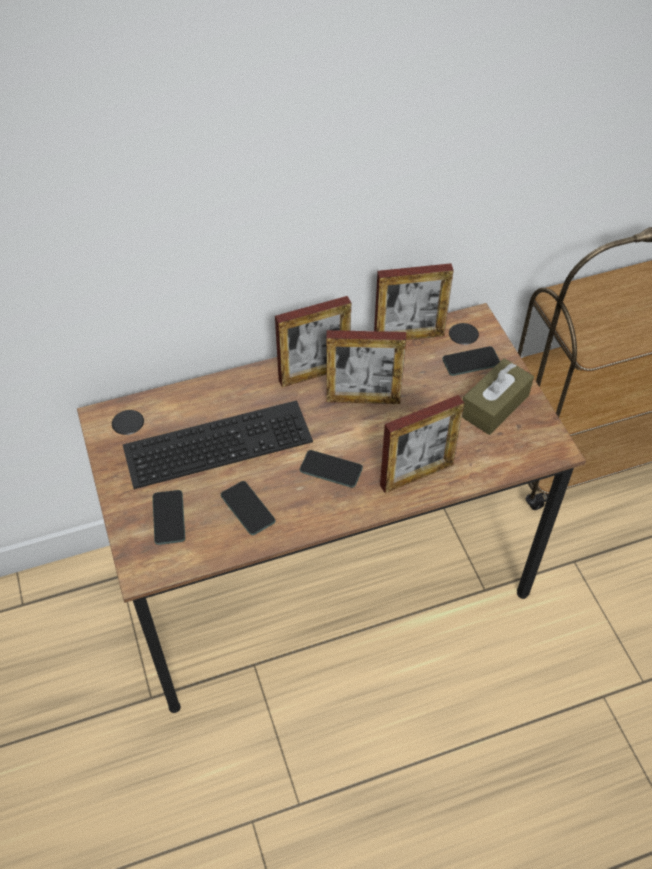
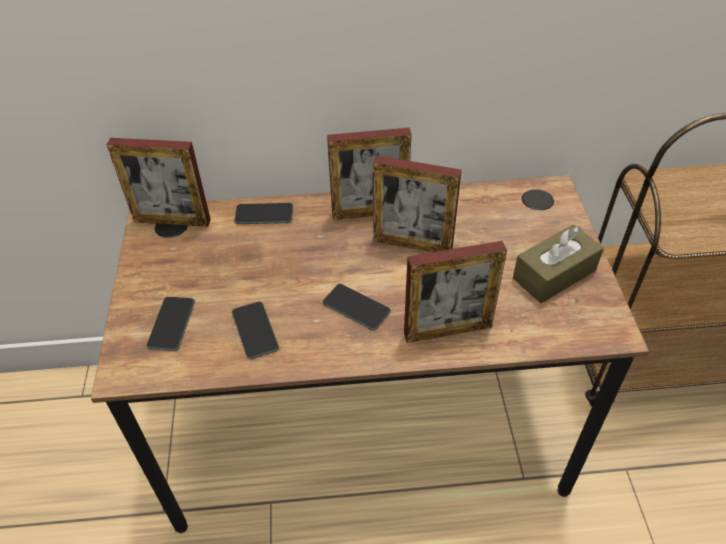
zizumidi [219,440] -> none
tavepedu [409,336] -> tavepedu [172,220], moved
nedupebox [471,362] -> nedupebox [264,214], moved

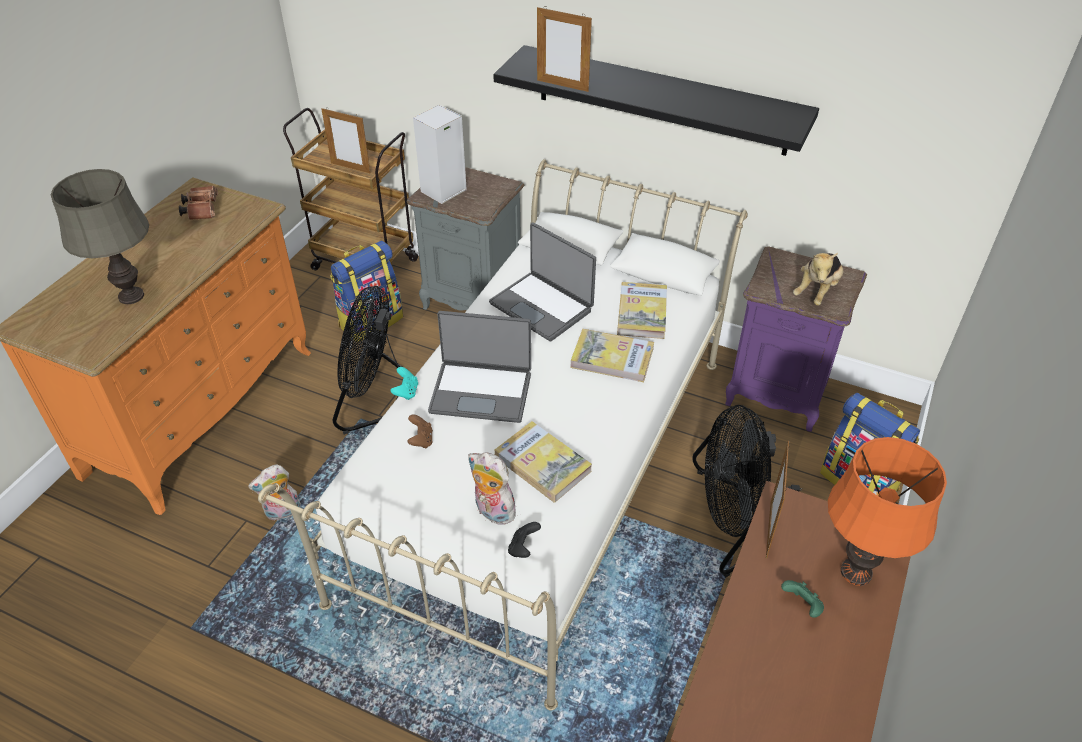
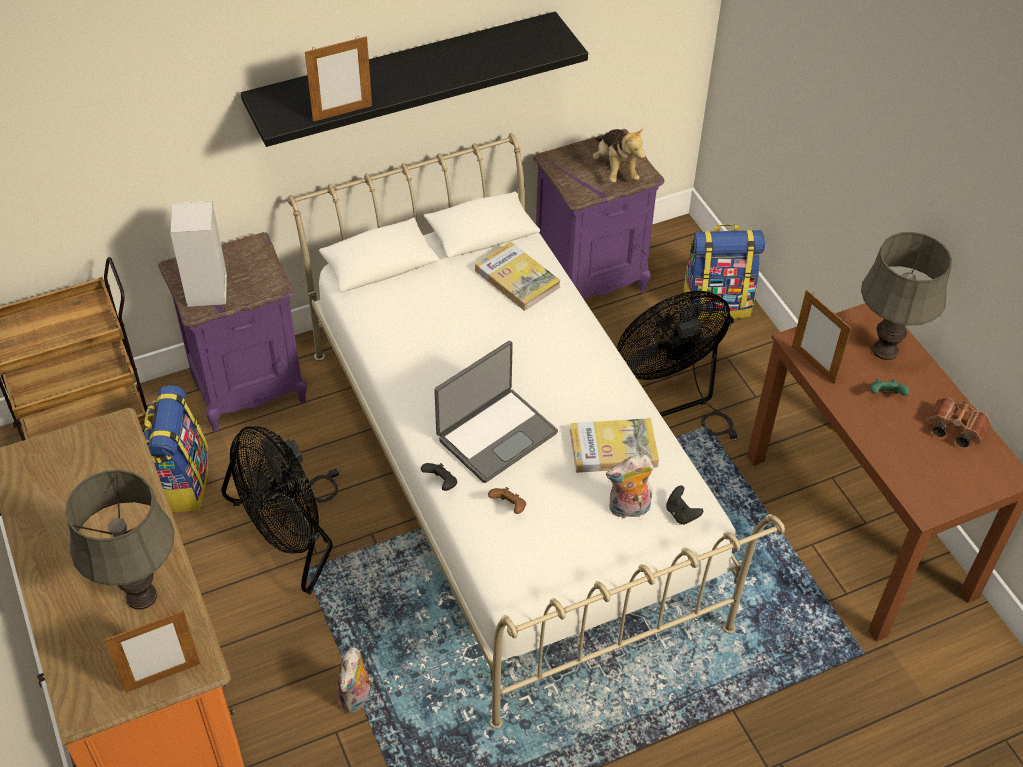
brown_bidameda [202,210] -> brown_bidameda [953,428], moved
tavepedu [350,168] -> tavepedu [162,677], moved
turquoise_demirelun [406,392] -> black_demirelun [441,483]
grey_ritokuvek [472,301] -> purple_ritokuvek [249,389]
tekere [542,306] -> none
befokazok [612,358] -> none
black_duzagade [736,516] -> black_duzagade [675,396], 120 degrees clockwise
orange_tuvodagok [855,572] -> grey_tuvodagok [884,350]

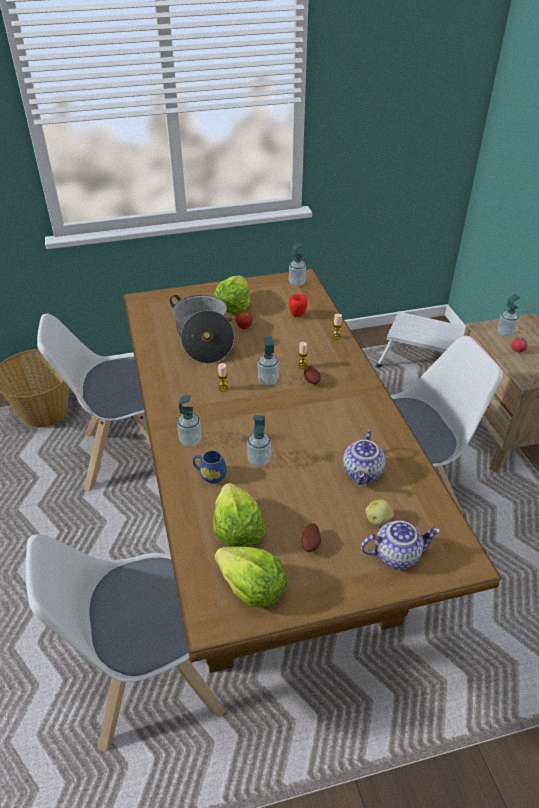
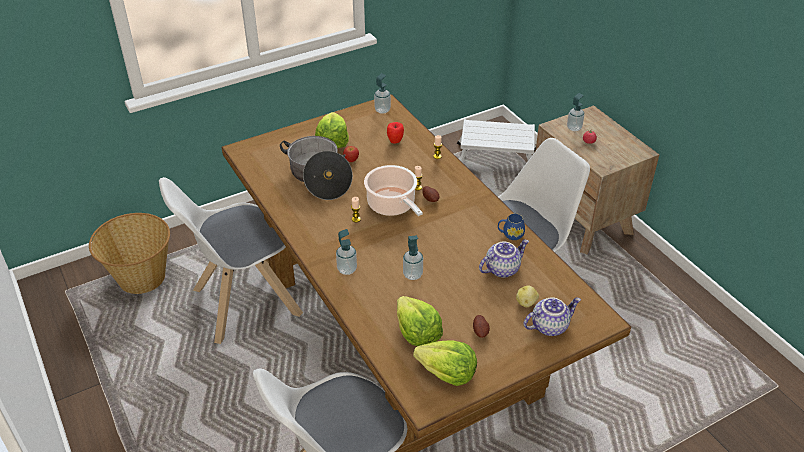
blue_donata [210,475] -> blue_donata [510,234], moved
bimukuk [268,380] -> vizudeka [392,205]
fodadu [363,473] -> fodadu [502,269], 120 degrees counterclockwise

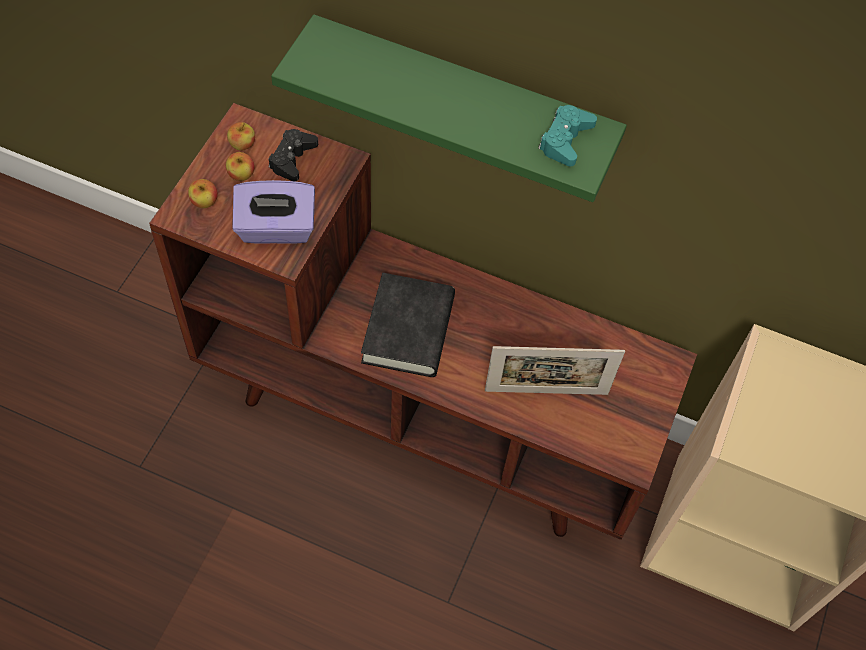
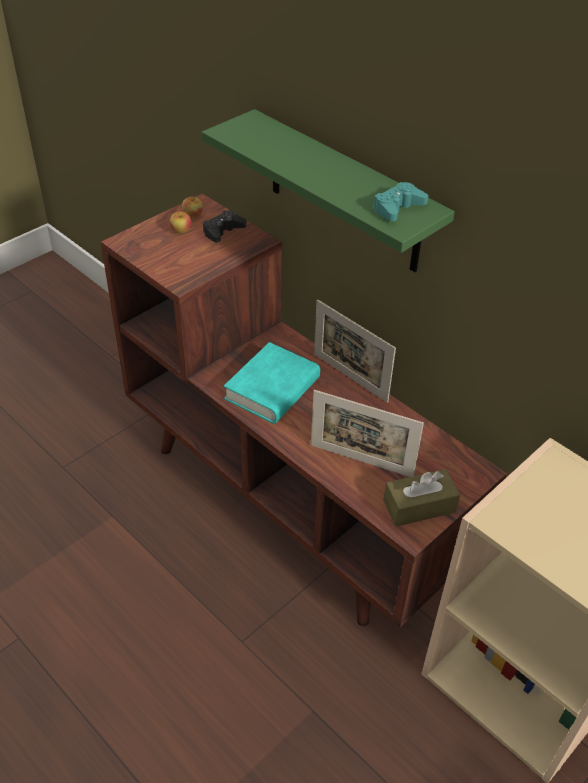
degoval [204,202] -> none
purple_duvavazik [276,229] -> none
black_befokazok [408,330] -> turquoise_befokazok [272,389]
none -> tavepedu [350,377]
none -> brown_duvavazik [419,506]

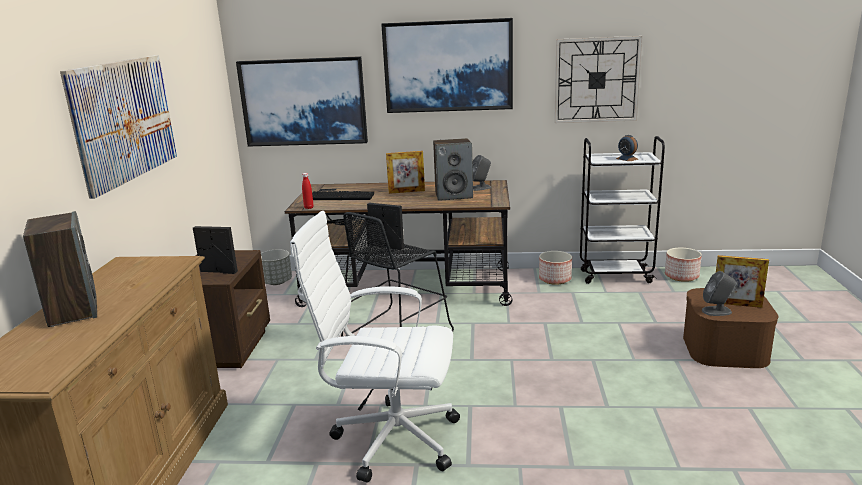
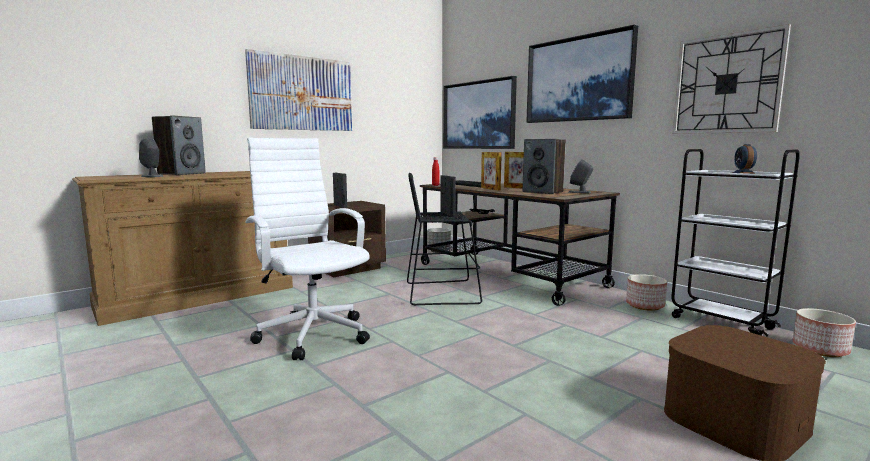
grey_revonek [717,311] -> grey_revonek [152,176], moved
tavepedu [736,304] -> tavepedu [490,189], moved

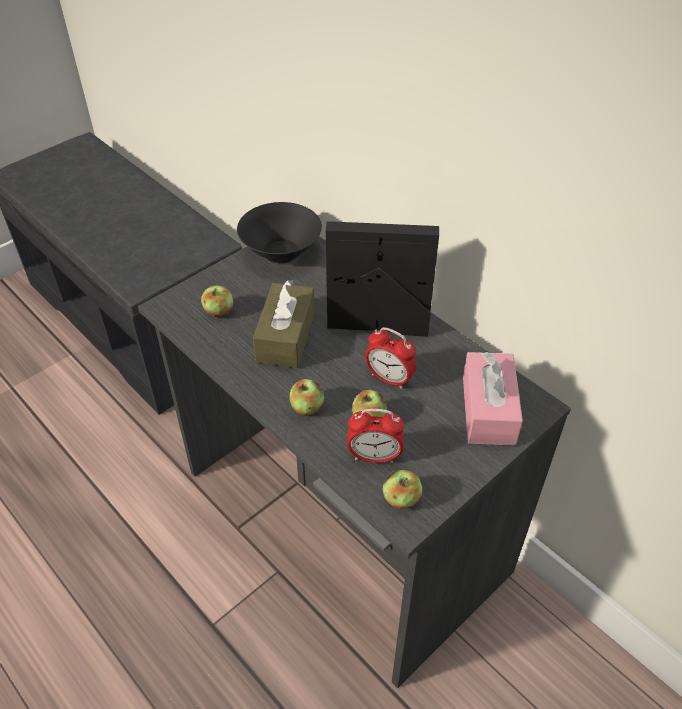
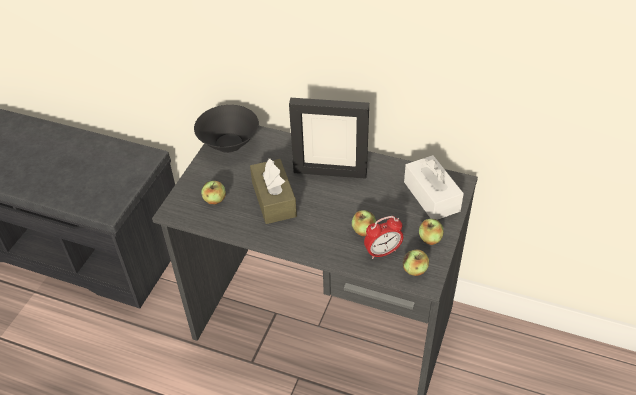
degoval [307,407] -> degoval [430,239], moved
tavepedu [377,327] -> tavepedu [330,171], 150 degrees counterclockwise
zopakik [389,379] -> none
pink_duvavazik [488,410] -> white_duvavazik [431,196]

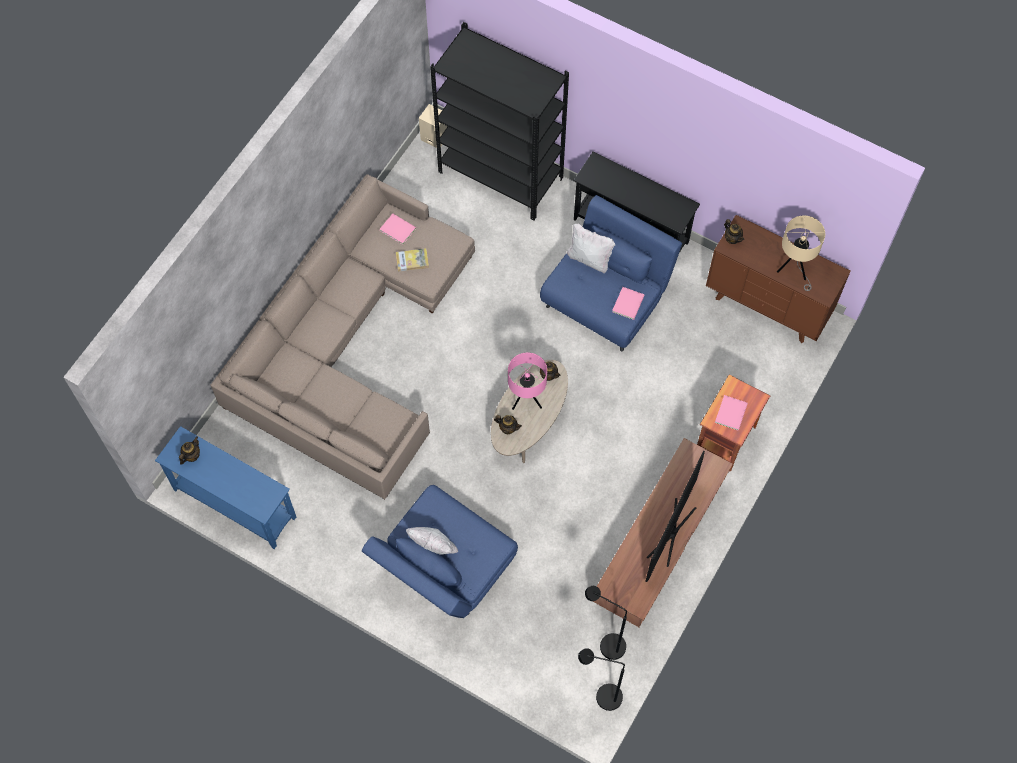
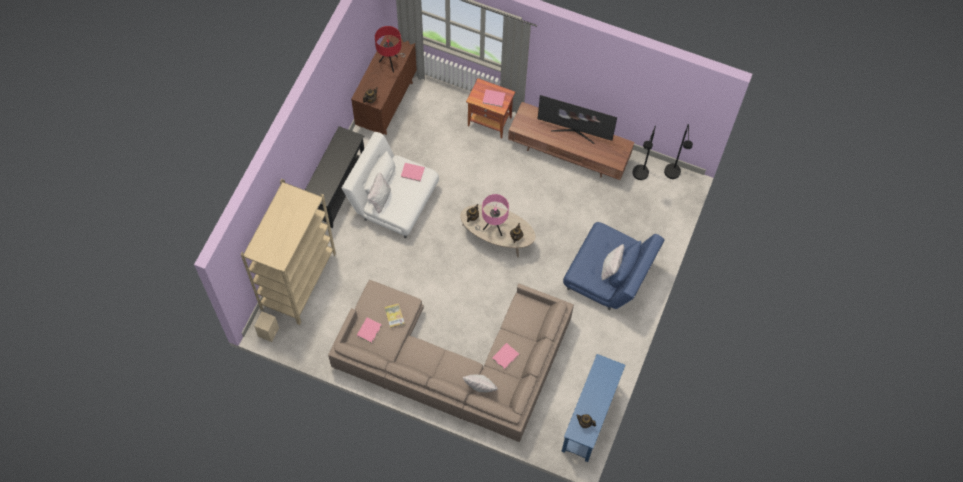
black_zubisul [500,175] -> beige_zubisul [298,281]
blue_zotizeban [606,297] -> white_zotizeban [393,200]
beige_tuvodagok [794,270] -> red_tuvodagok [391,63]
none -> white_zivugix [480,388]
none -> pink_befokazok [504,356]

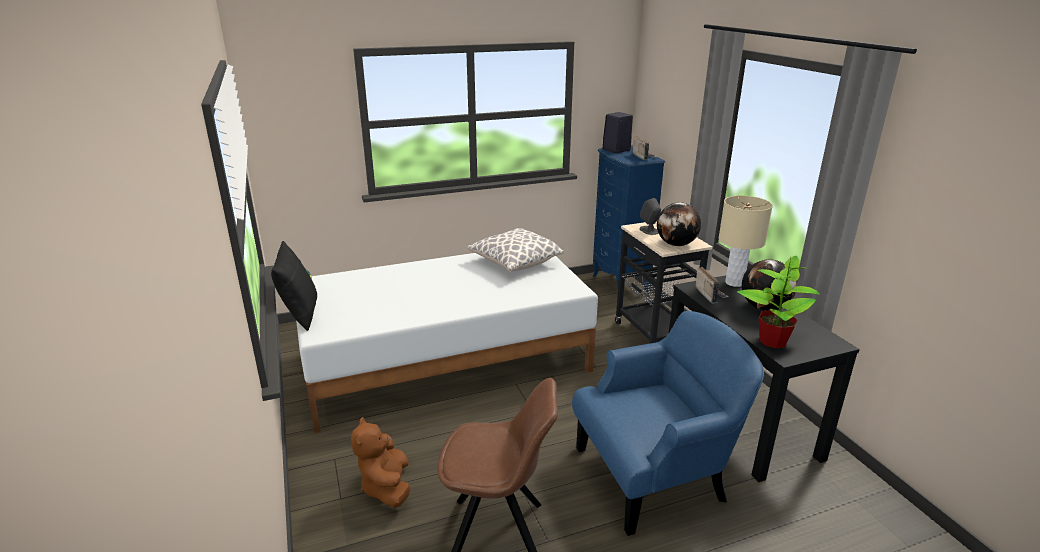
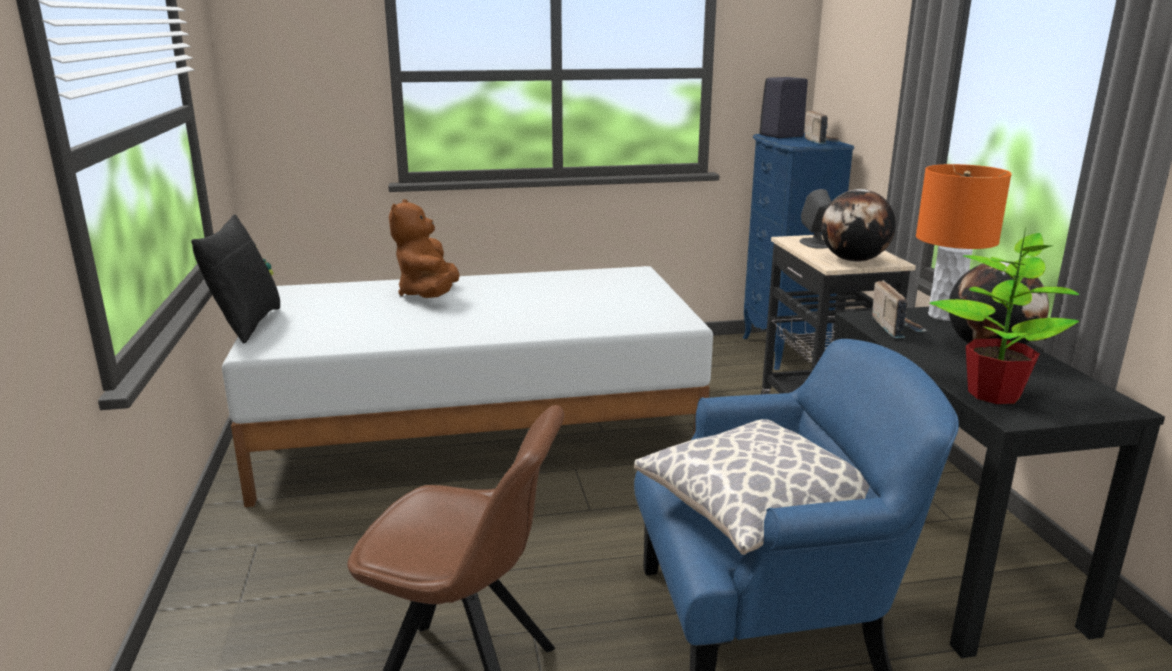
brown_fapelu [386,487] -> brown_fapelu [429,295], moved
zivugix [515,263] -> zivugix [752,513], moved
beige_tuvodagok [734,283] -> orange_tuvodagok [944,316]

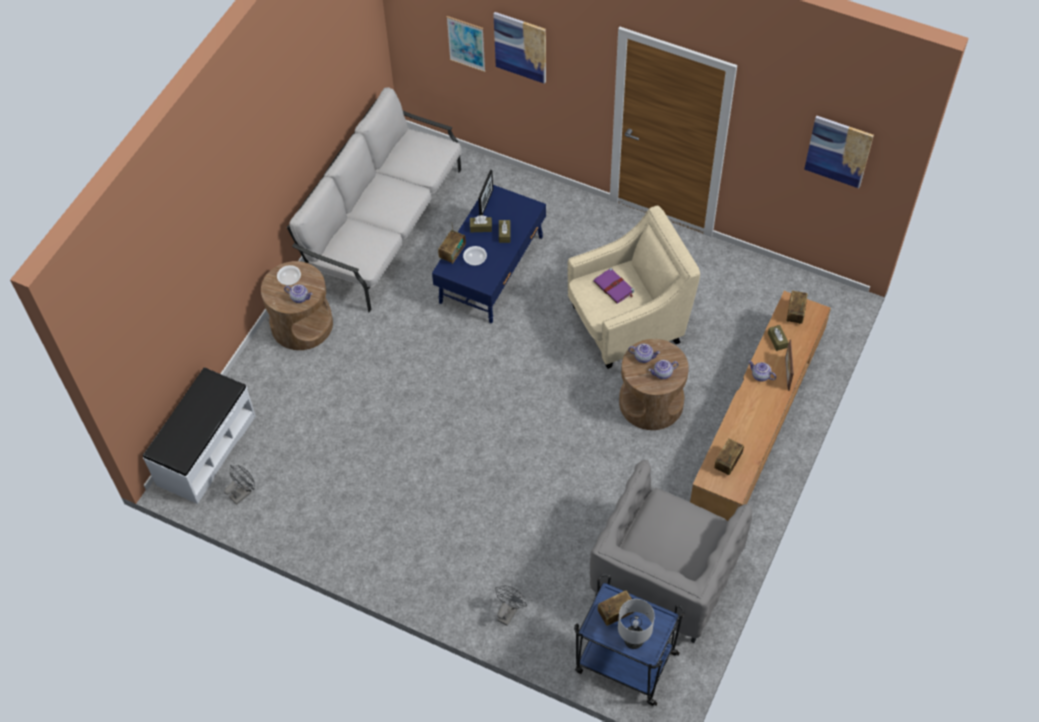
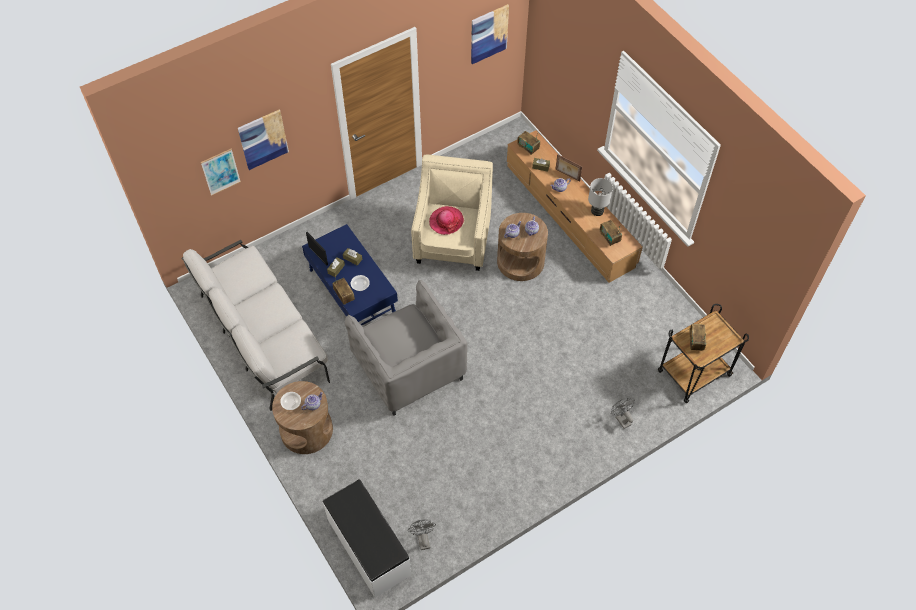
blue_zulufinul [624,661] -> brown_zulufinul [693,374]
grey_zotizeban [666,575] -> grey_zotizeban [408,368], moved
purple_befokazok [614,287] -> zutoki [446,221]
grey_tuvodagok [633,639] -> grey_tuvodagok [597,211], moved

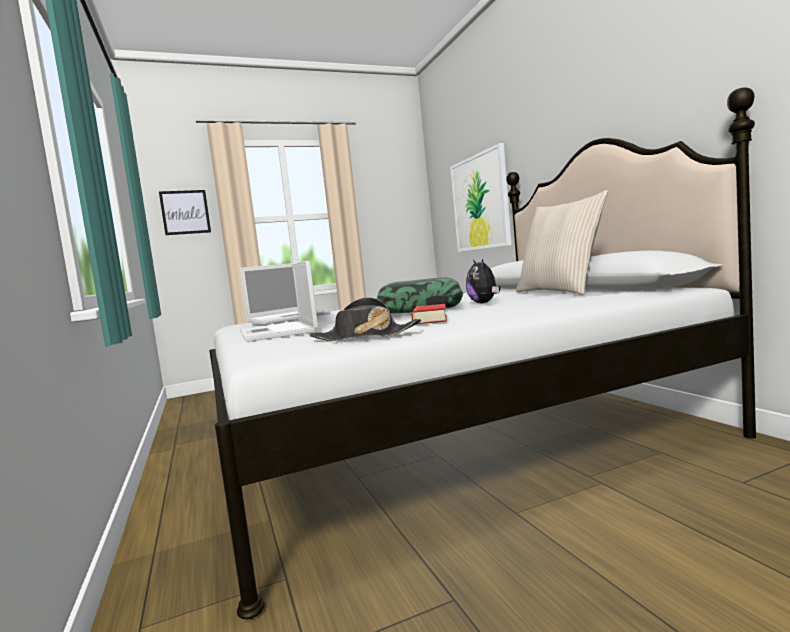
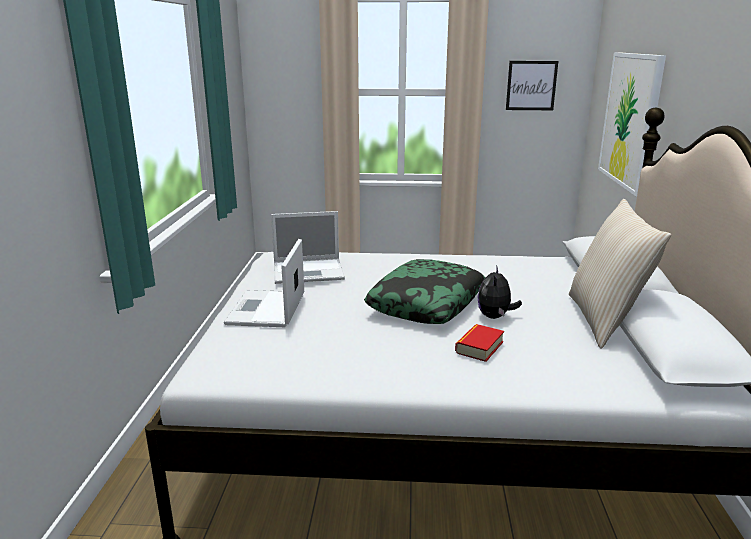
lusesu [185,212] -> lusesu [531,85], moved
black_zutoki [365,336] -> none
befokazok [430,320] -> befokazok [479,347], moved

